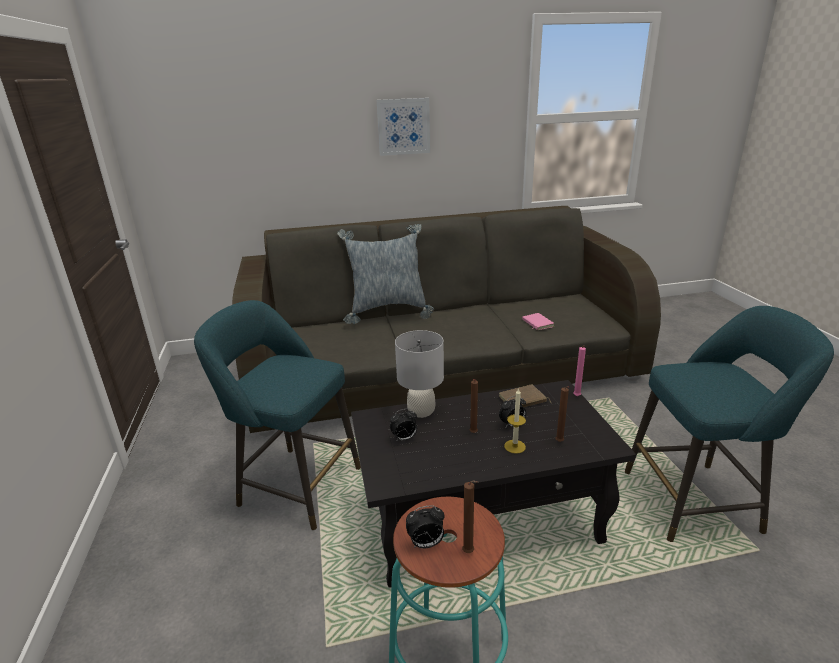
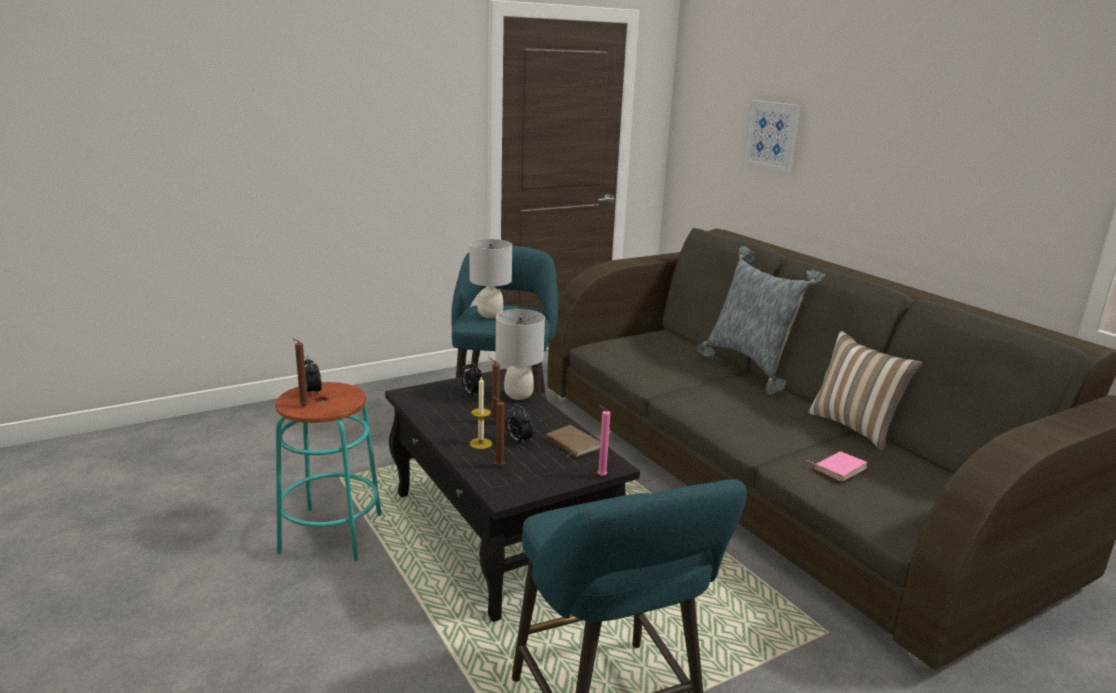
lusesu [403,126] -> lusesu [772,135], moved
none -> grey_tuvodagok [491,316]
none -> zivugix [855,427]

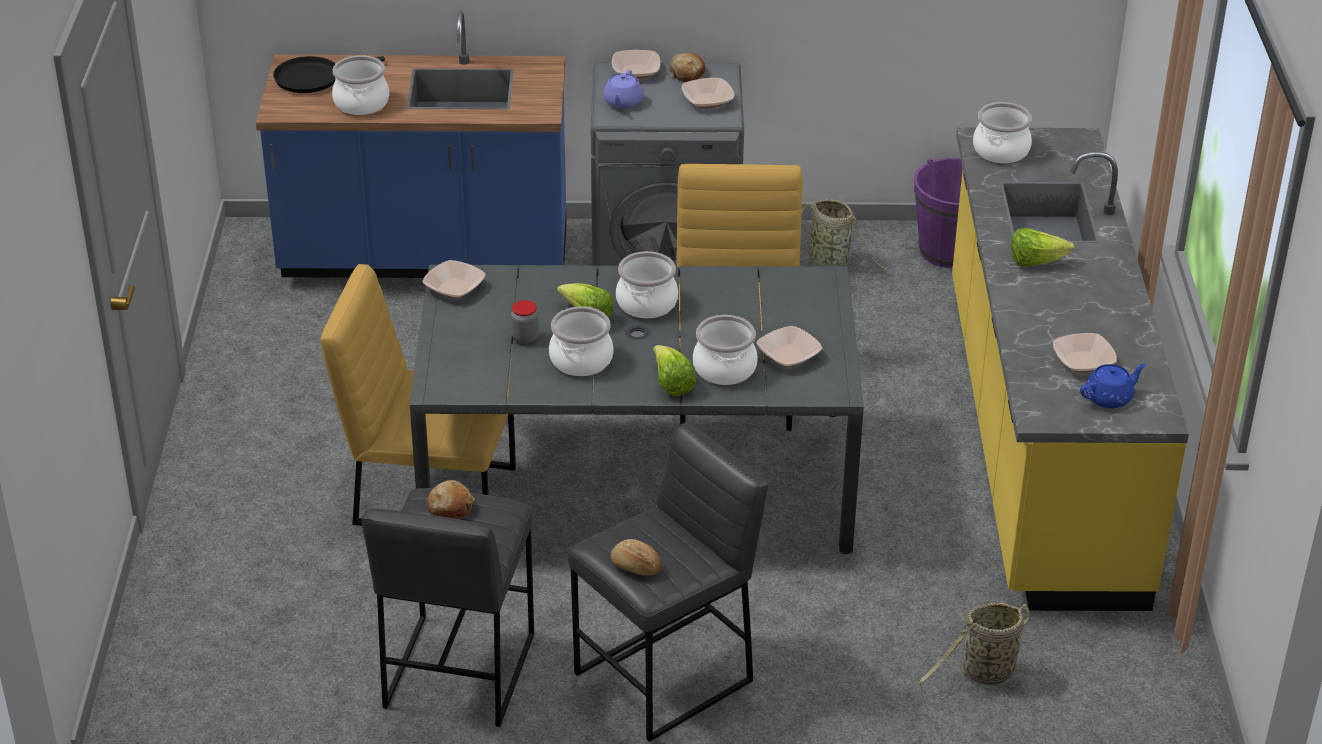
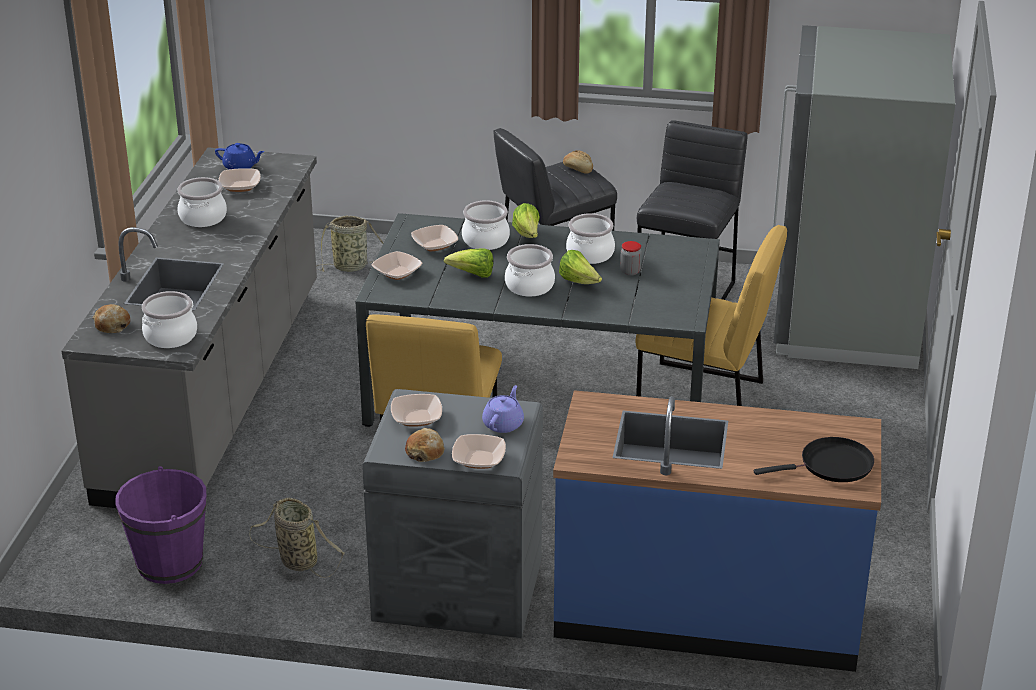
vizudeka [361,103] -> vizudeka [203,218], moved
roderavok [454,288] -> roderavok [397,272], moved
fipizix [450,507] -> fipizix [112,325], moved
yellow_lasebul [1038,439] -> grey_lasebul [216,391]
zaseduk [1035,262] -> zaseduk [473,275], moved
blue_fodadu [1109,398] -> blue_fodadu [240,167], 150 degrees counterclockwise
none -> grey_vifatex [845,321]

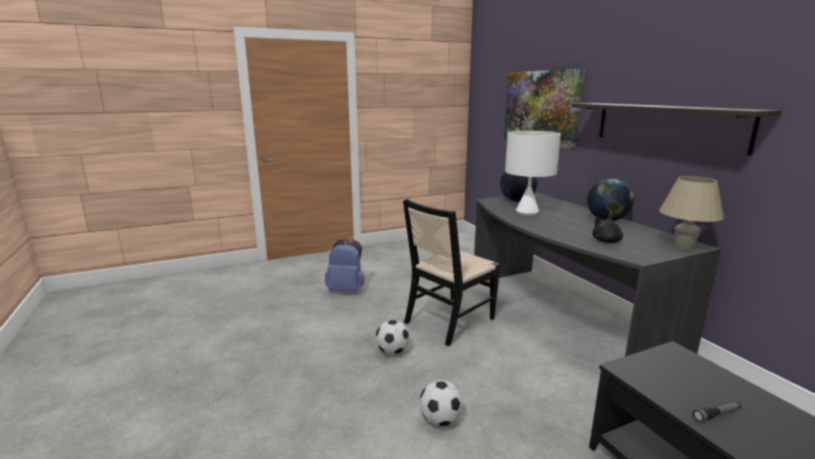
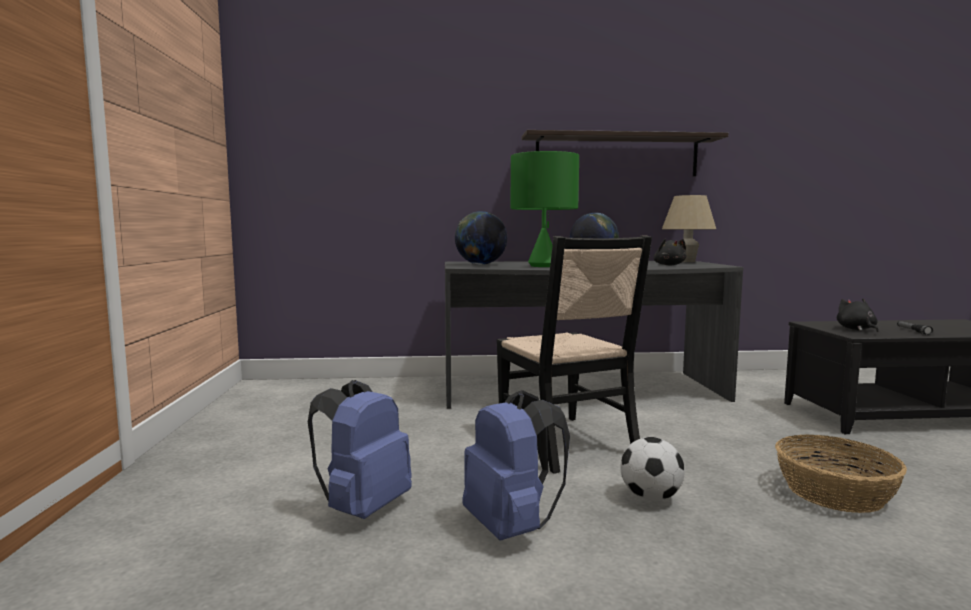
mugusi [440,420] -> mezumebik [835,493]
lusesu [541,107] -> none
white_tuvodagok [526,213] -> green_tuvodagok [543,266]
none -> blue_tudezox [512,527]
none -> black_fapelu [856,329]

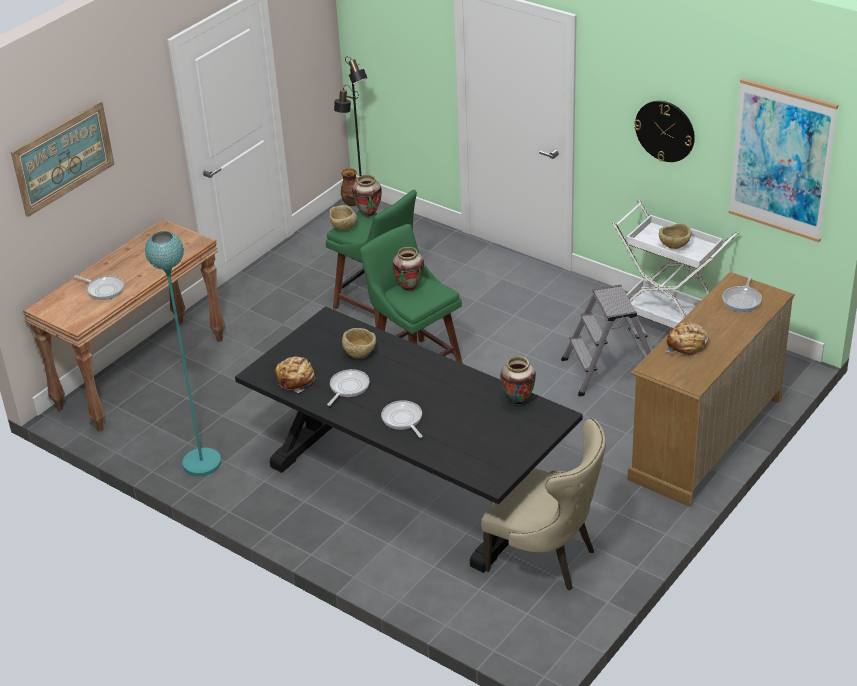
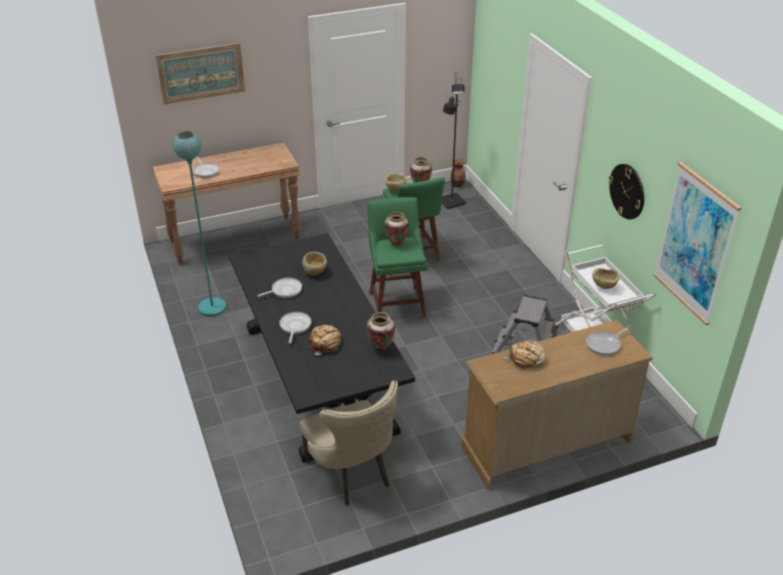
fipizix [296,379] -> fipizix [325,344], moved

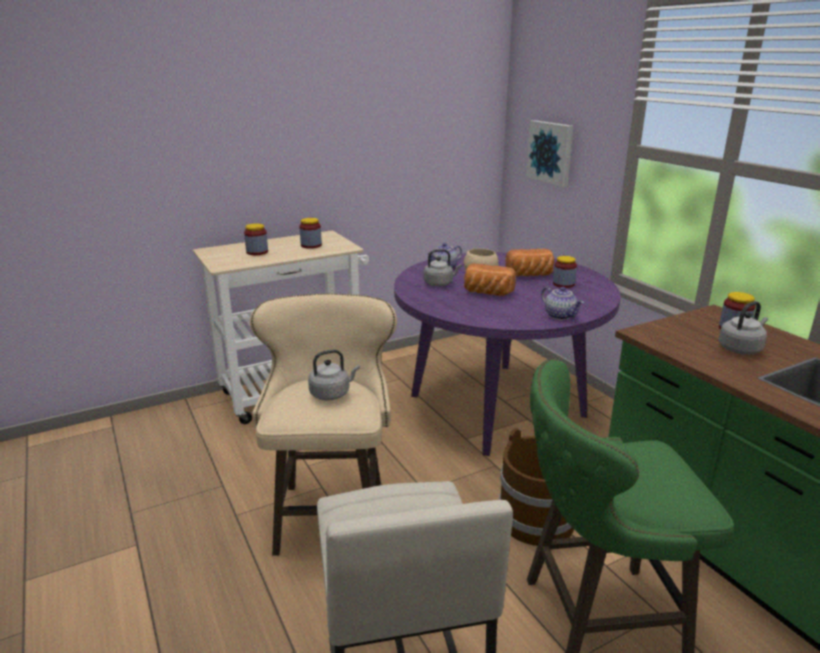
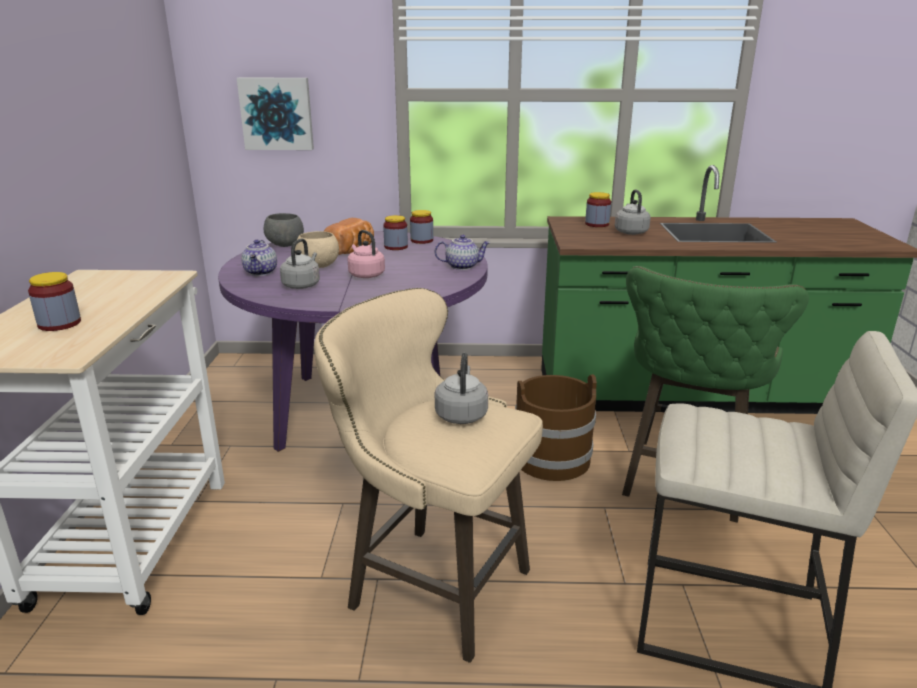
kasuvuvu [311,245] -> kasuvuvu [422,240], moved
fipizix [487,293] -> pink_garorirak [365,275]
none -> grey_roderavok [285,245]

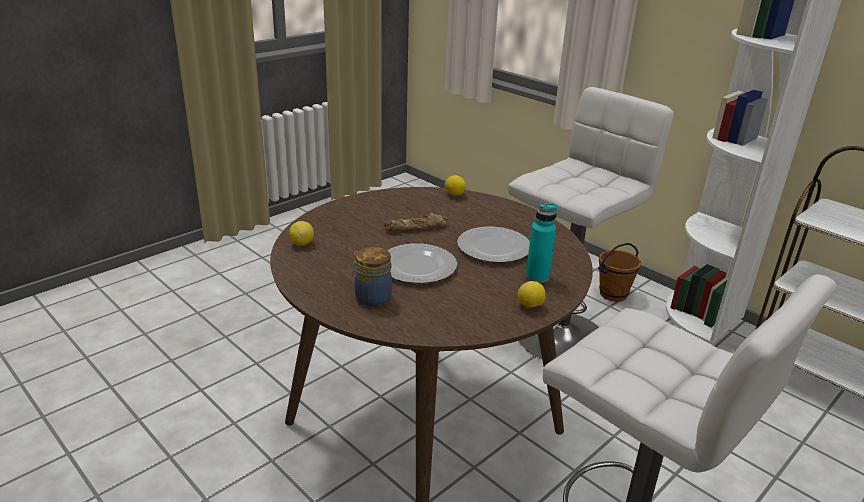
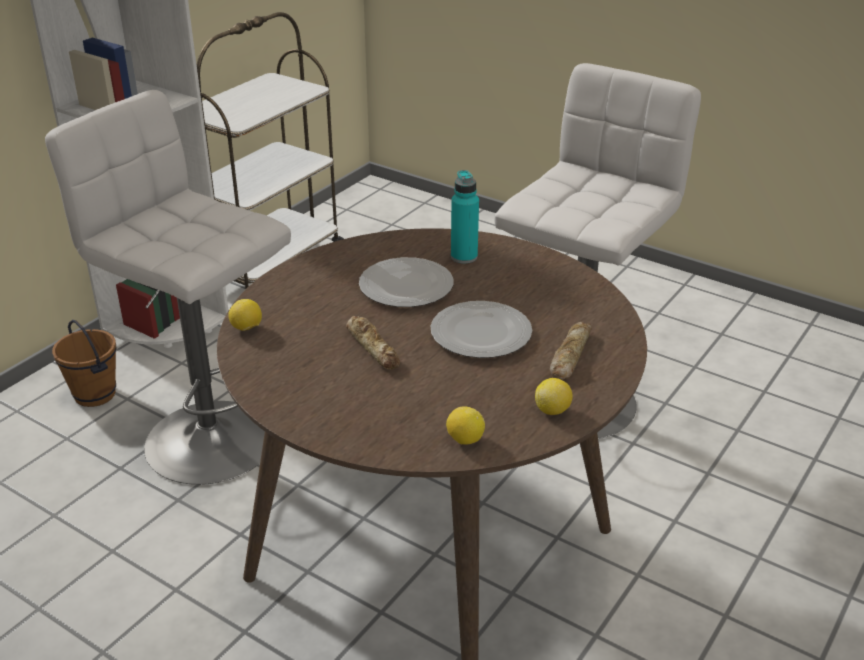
kasuvuvu [371,297] -> fipizix [569,355]
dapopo [530,306] -> dapopo [552,410], moved

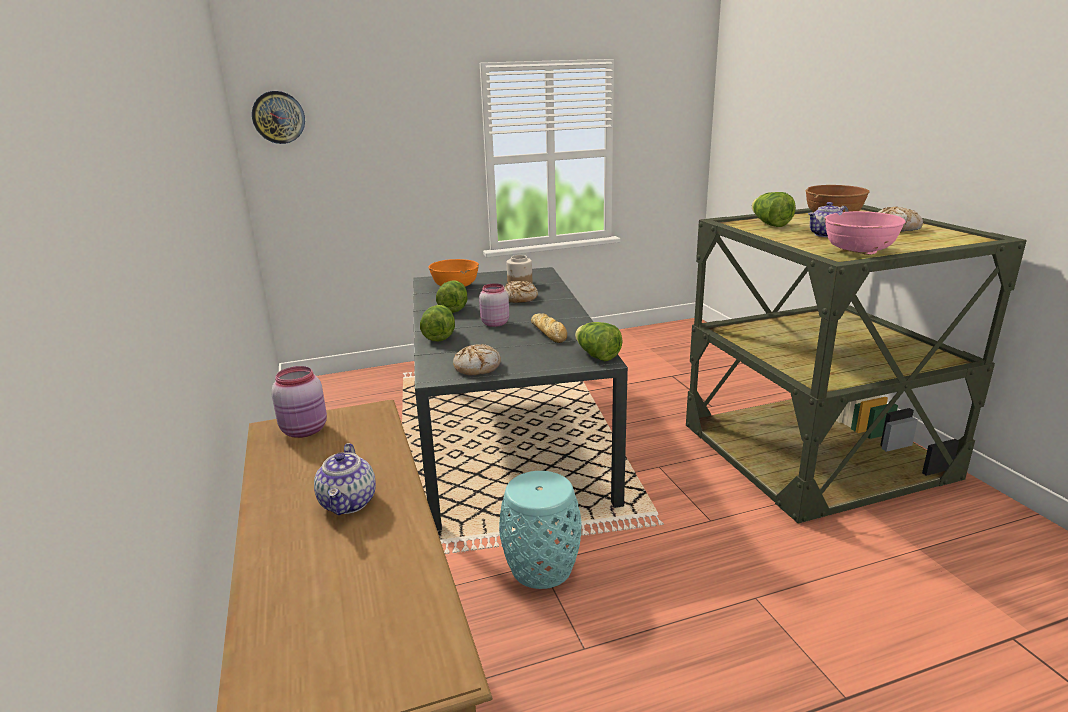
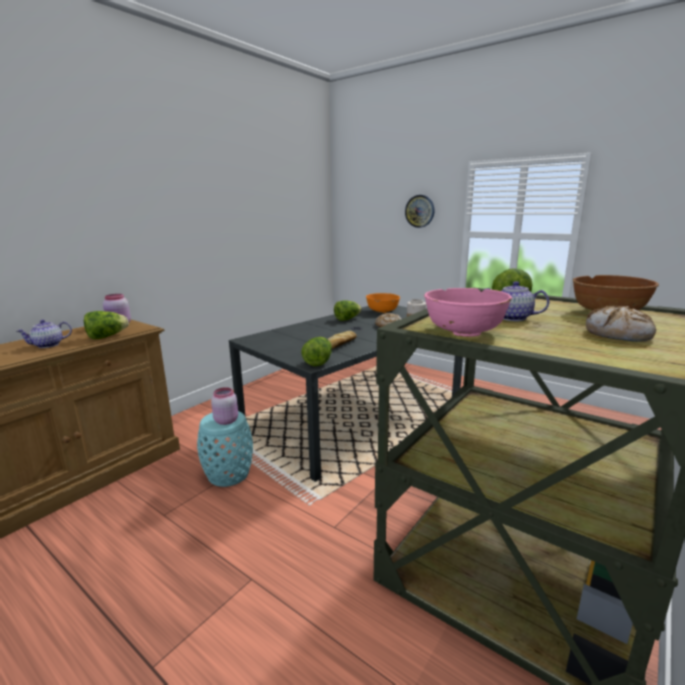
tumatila [278,117] -> tumatila [419,211], moved
zaseduk [439,336] -> zaseduk [107,337], moved
fipizix [477,367] -> none
pink_kasuvuvu [494,323] -> pink_kasuvuvu [226,420], moved

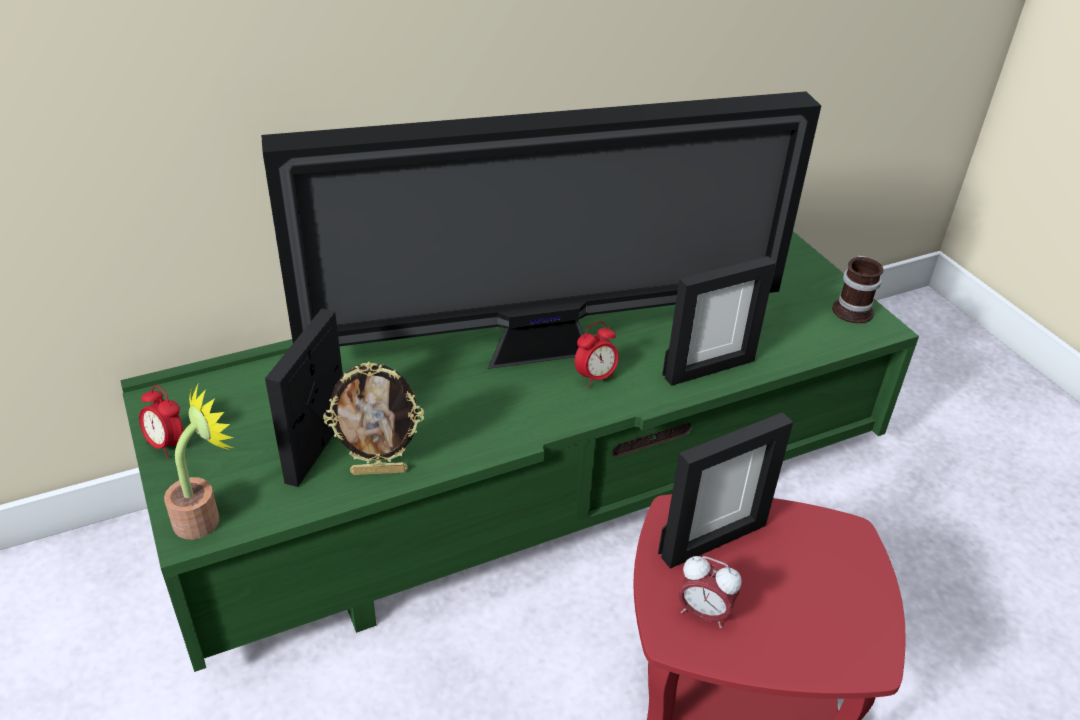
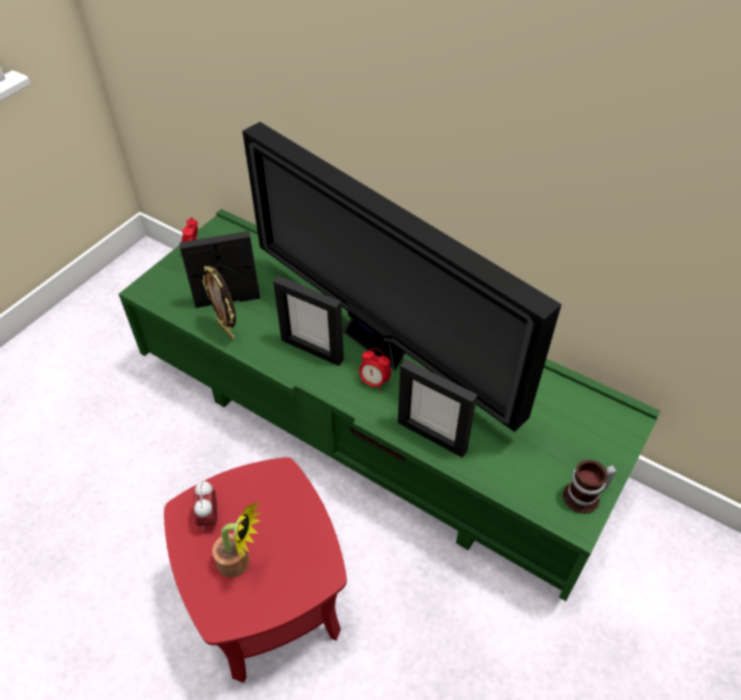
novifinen [205,516] -> novifinen [240,563], moved
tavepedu [712,539] -> tavepedu [313,349], moved

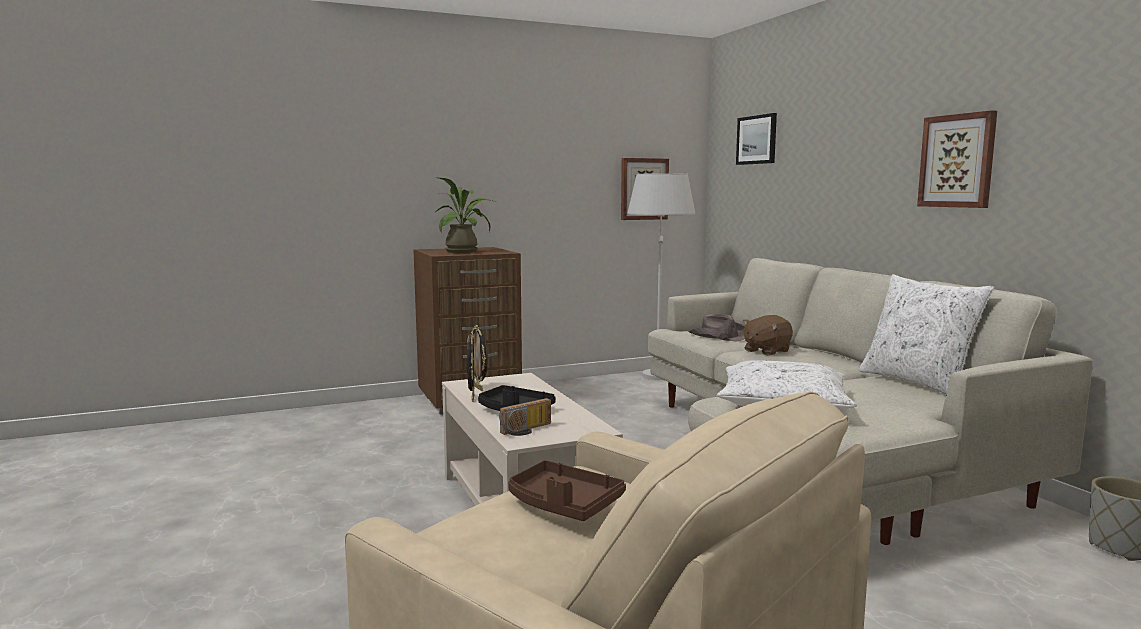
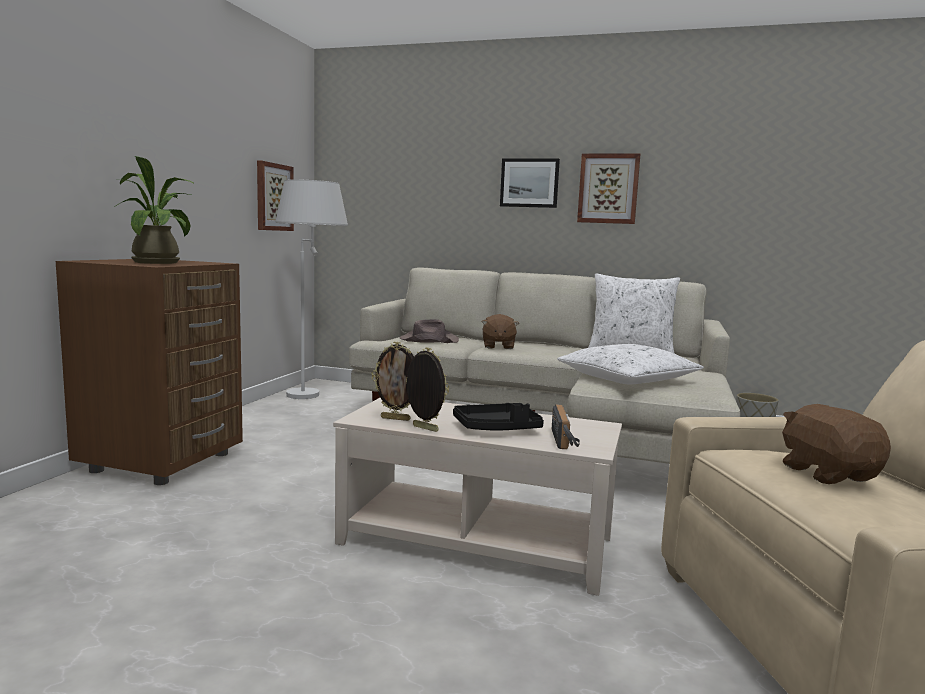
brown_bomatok [563,504] -> brown_fapelu [828,473]
lusesu [757,140] -> lusesu [529,183], moved

